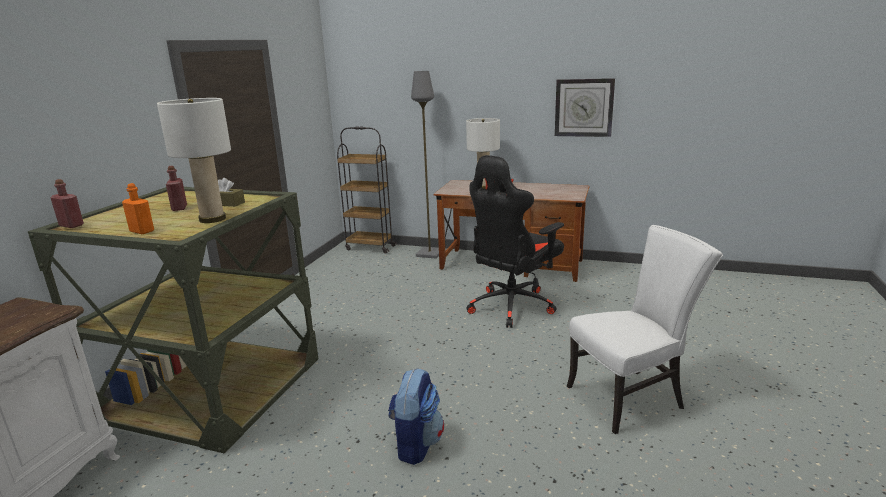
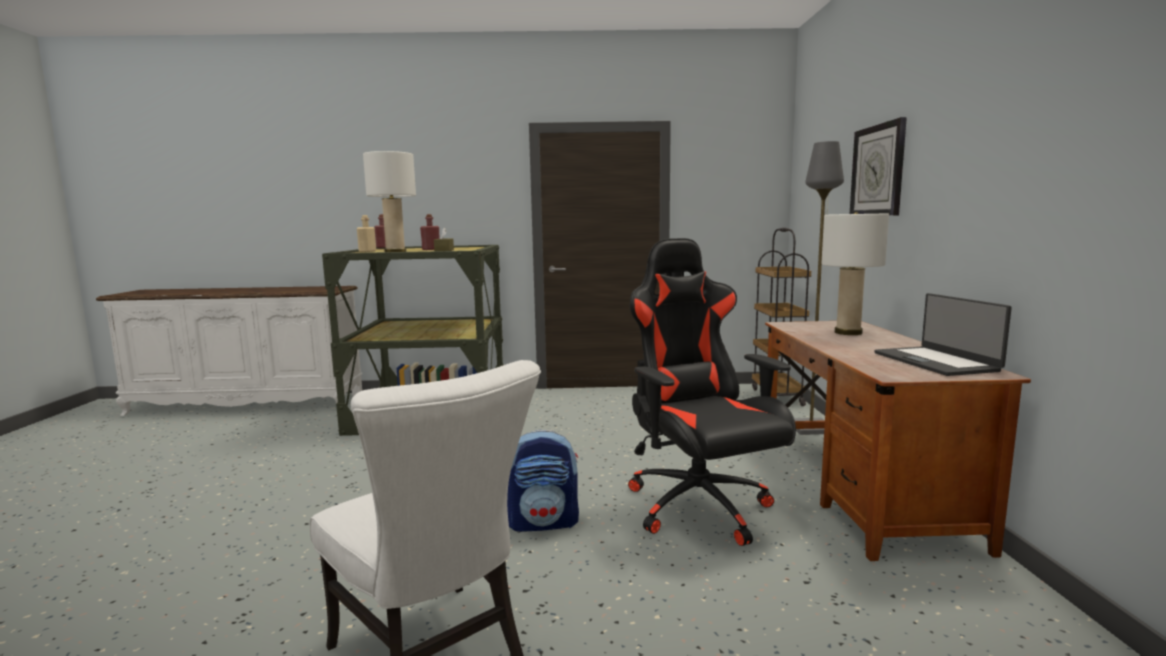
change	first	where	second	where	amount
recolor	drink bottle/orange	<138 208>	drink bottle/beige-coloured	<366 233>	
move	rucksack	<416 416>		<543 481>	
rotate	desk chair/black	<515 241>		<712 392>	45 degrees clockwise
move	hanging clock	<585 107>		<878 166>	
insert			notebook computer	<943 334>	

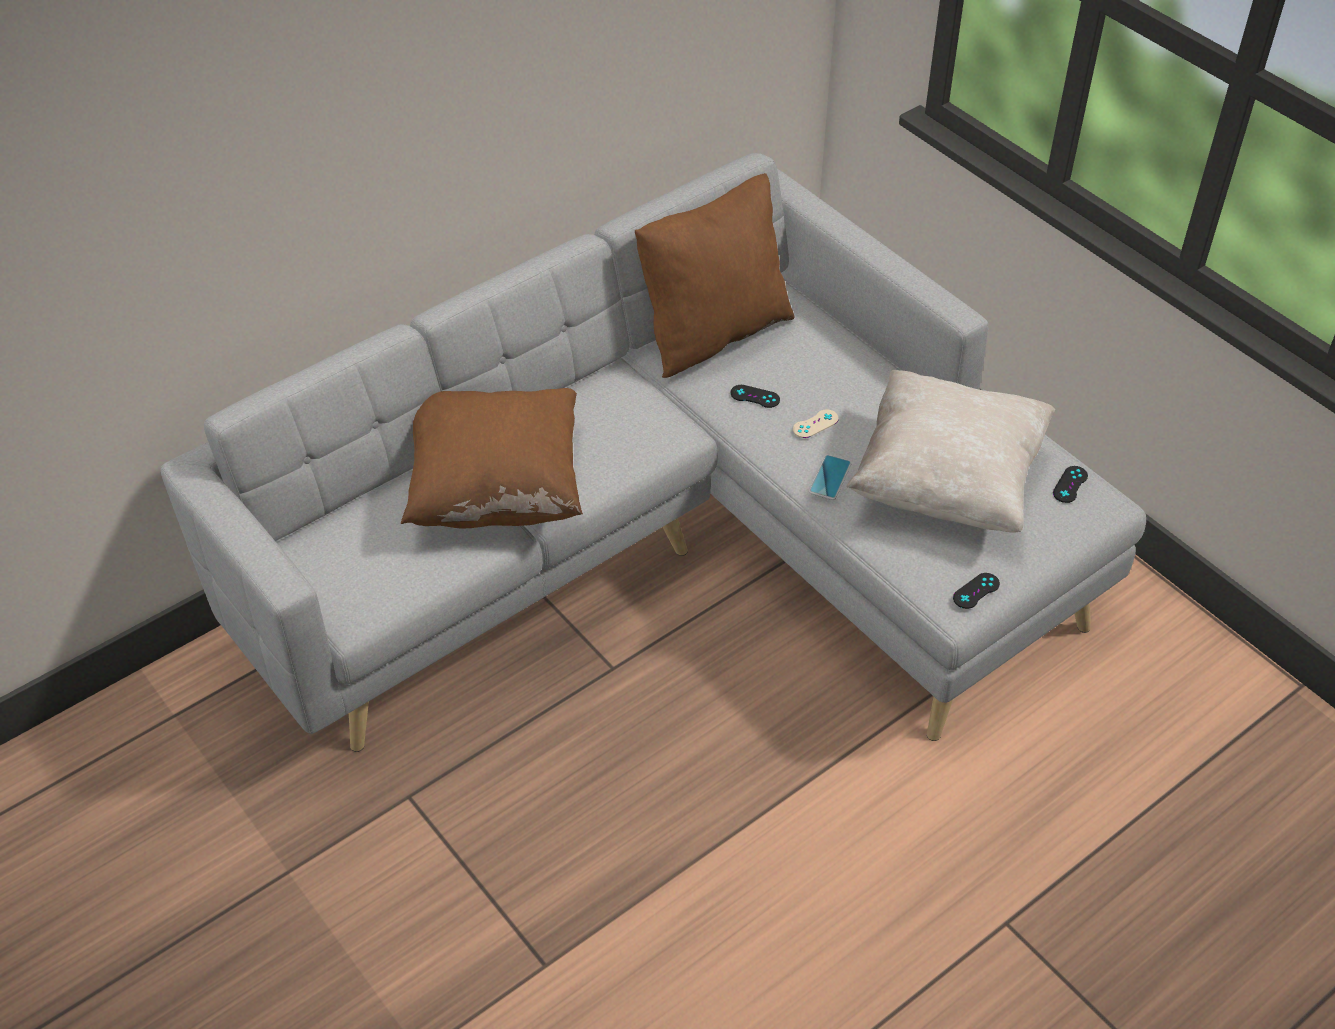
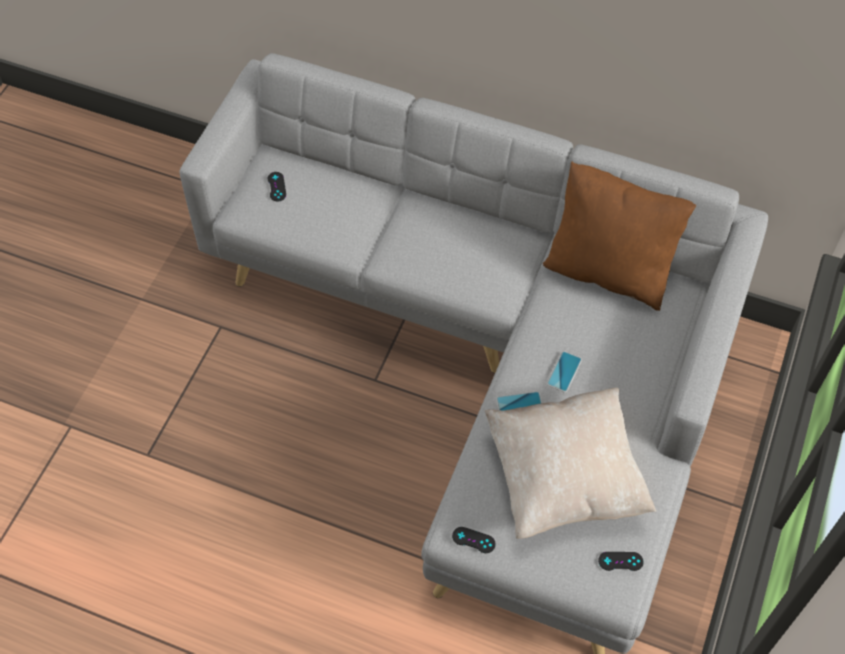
change	first	where	second	where	amount
move	joypad/black	<755 396>		<276 187>	
replace	joypad/beige-coloured	<816 424>	telephone	<564 372>	
delete	cushion/brown-coloured	<492 458>			

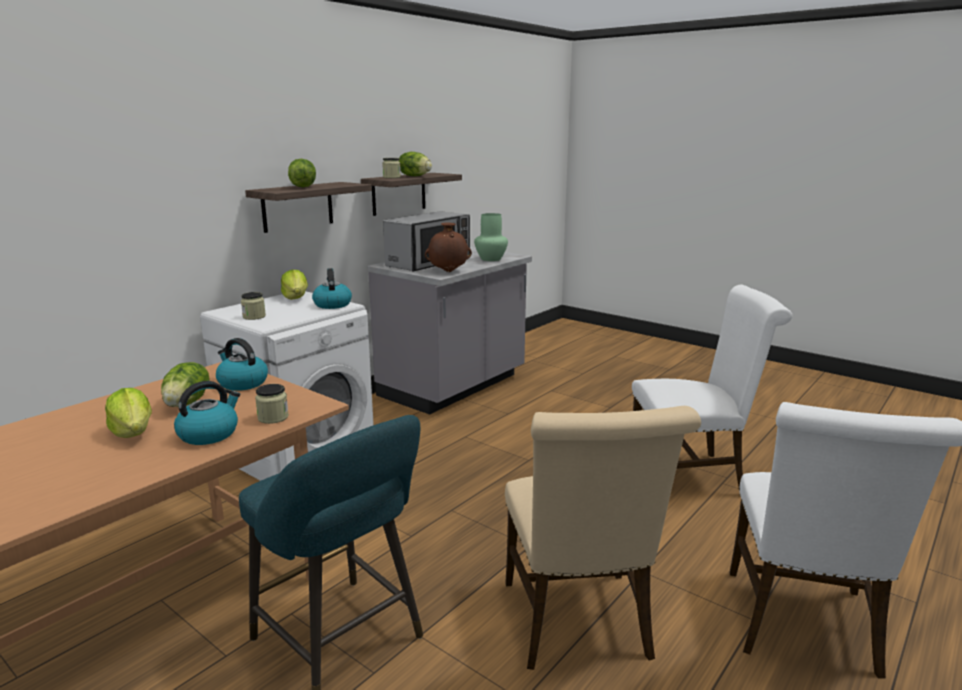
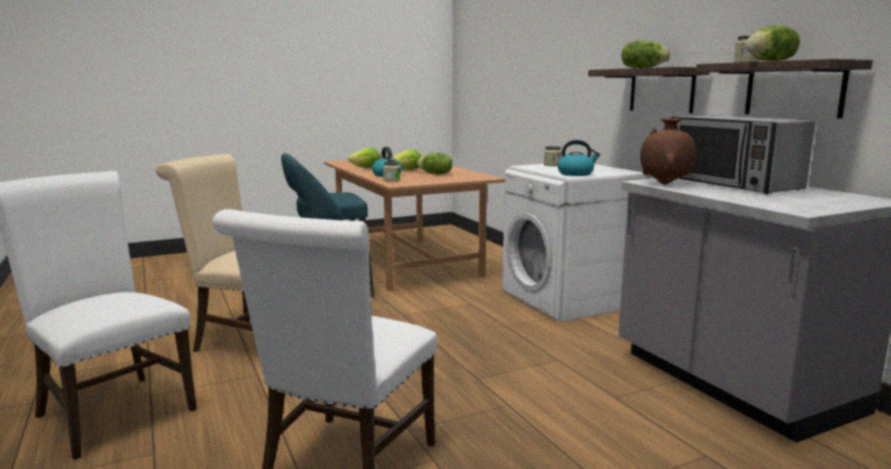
change	first	where	second	where	amount
move	lettuce	<294 285>		<364 158>	
delete	kettle	<242 364>			
delete	decorative vase/green-coloured	<491 237>			

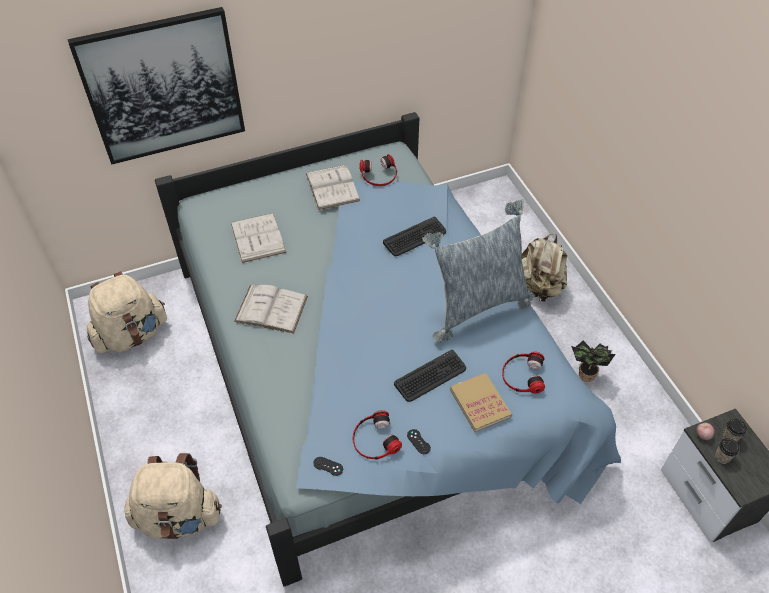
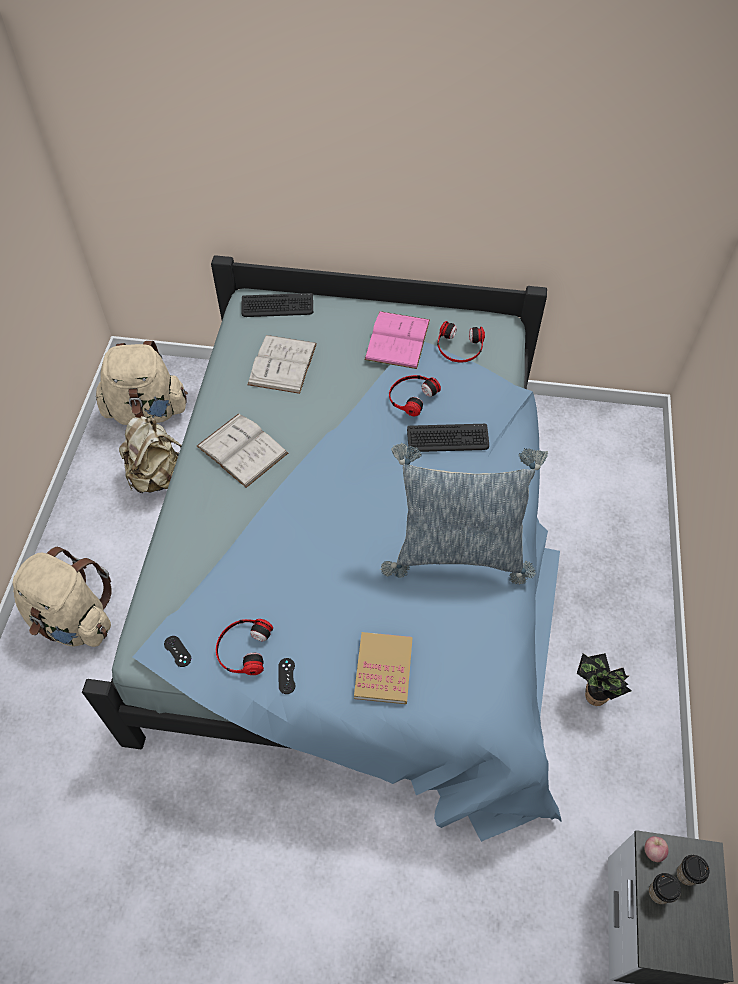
change	first	where	second	where	amount
move	rucksack/beige-coloured	<544 267>		<150 455>	
move	PC keyboard	<430 376>		<277 305>	
recolor	book/whitish	<333 187>	book/pink	<397 340>	
move	headset	<523 373>		<415 395>	
delete	picture	<156 86>			

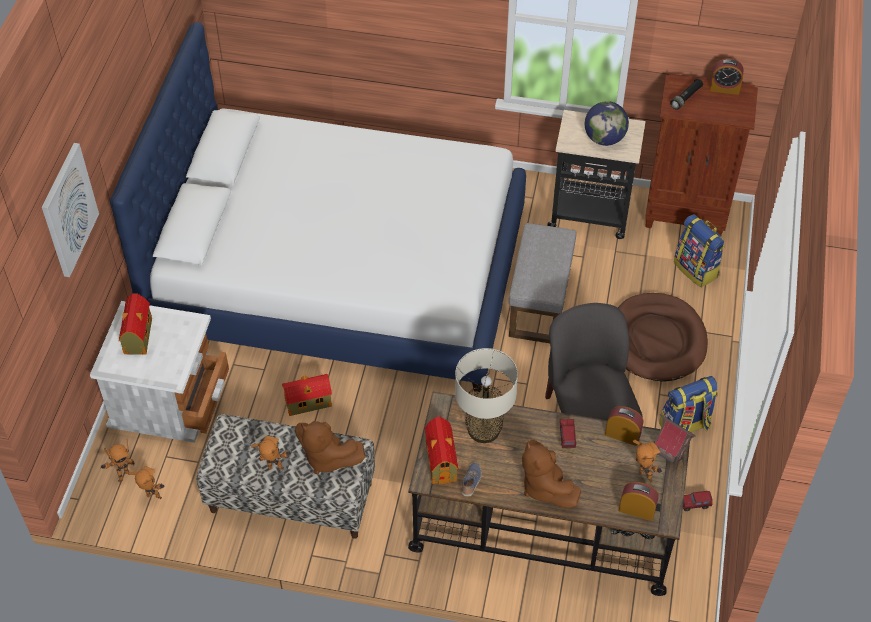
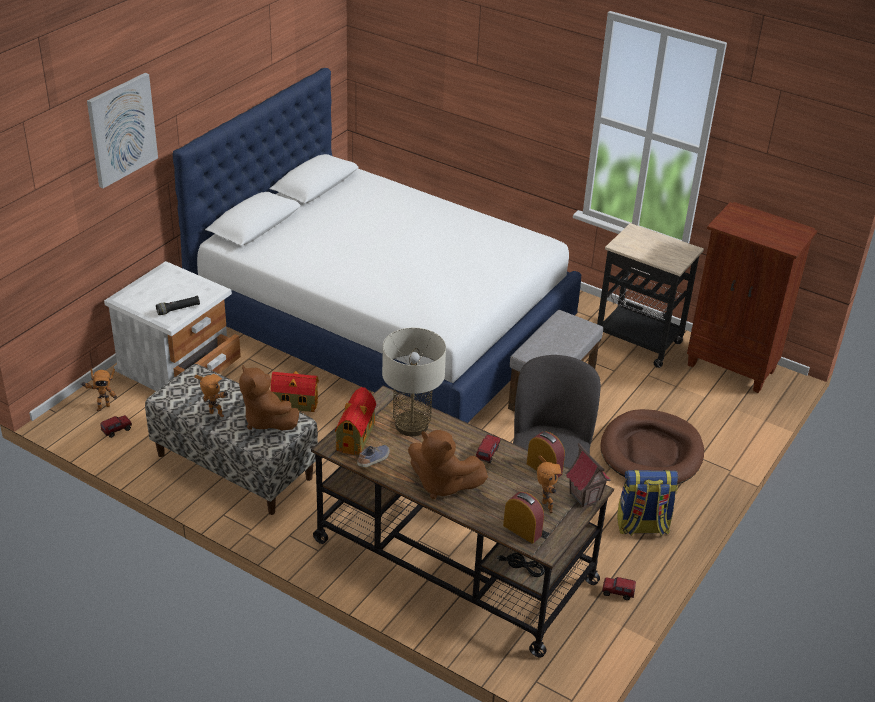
change	first	where	second	where	amount
replace	robot figure	<146 482>	model truck	<116 426>	
move	hand torch/black	<686 94>		<178 305>	
rotate	cuddly toy/brown-coloured	<551 474>		<448 464>	60 degrees counterclockwise
delete	toy house	<135 324>			
delete	world globe	<607 123>			
delete	rucksack	<699 250>			
delete	table clock	<726 76>			

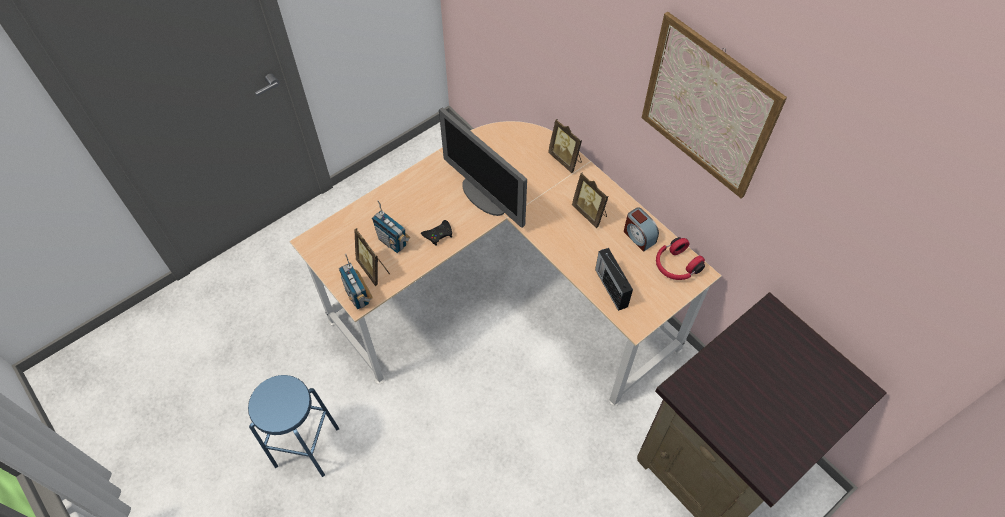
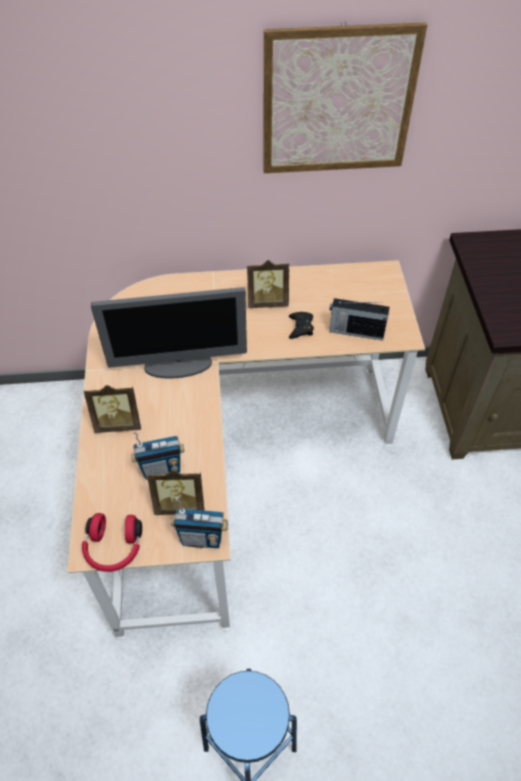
change	first	where	second	where	amount
move	headset/reddish	<680 258>		<112 542>	
move	standing frame	<565 146>		<112 409>	
move	joypad/black	<436 233>		<301 325>	
delete	table clock	<641 229>			

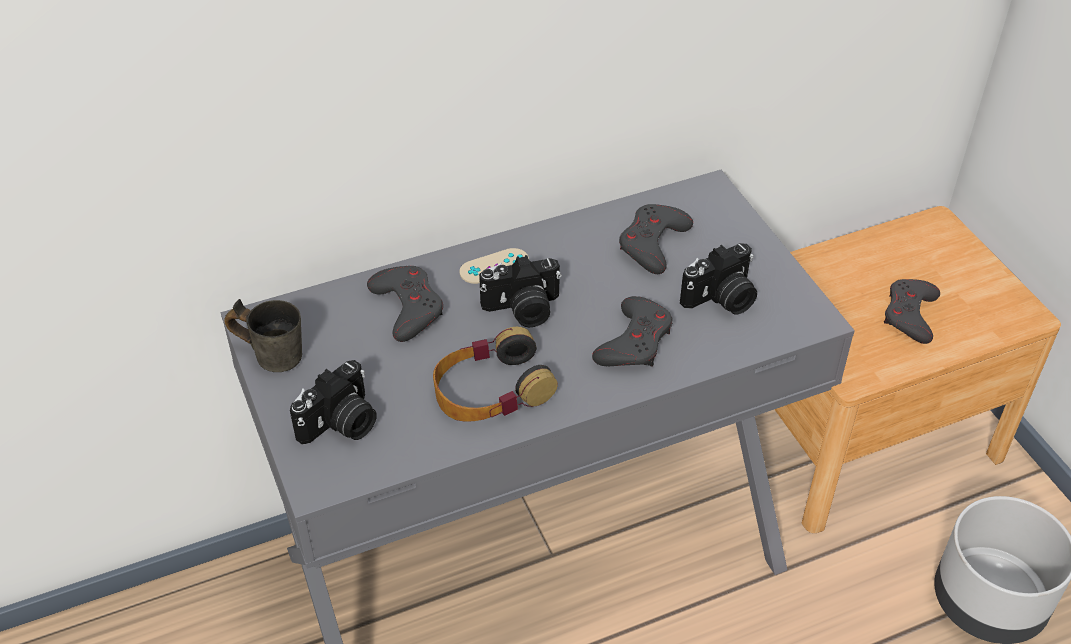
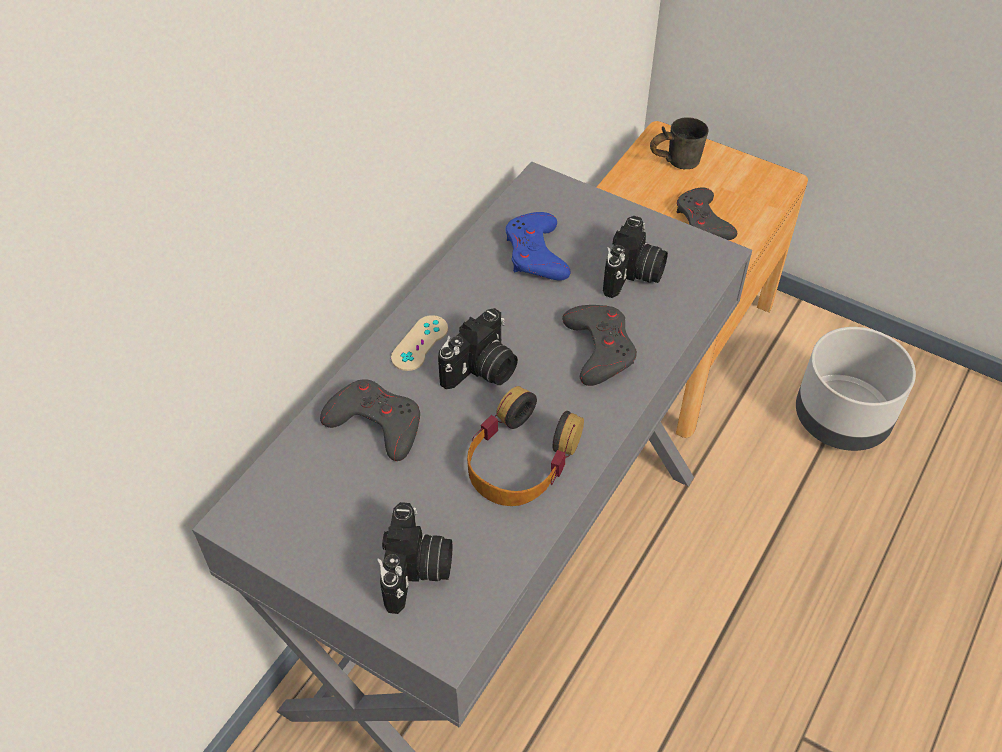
change	first	where	second	where	amount
recolor	joypad/grey	<656 239>	joypad/bluish	<538 246>	
move	tea mug/grey	<263 335>		<679 143>	

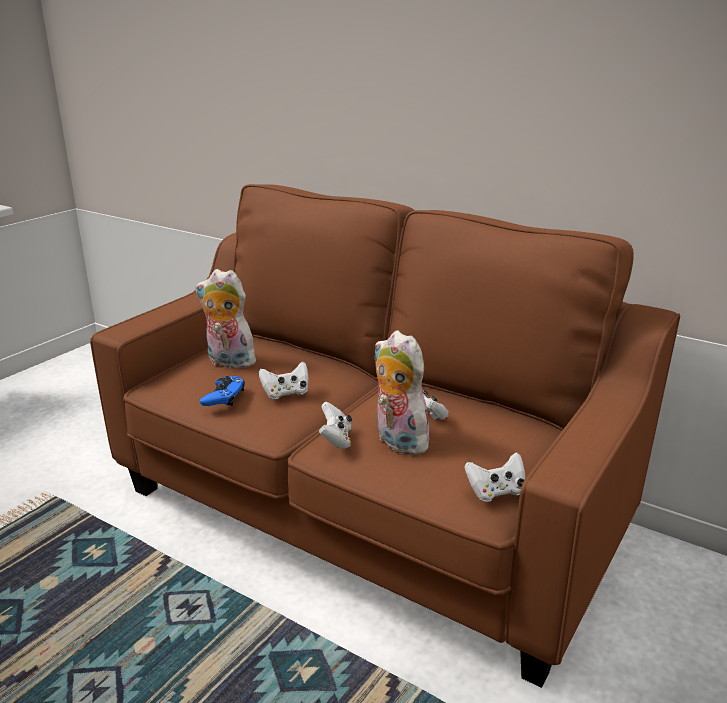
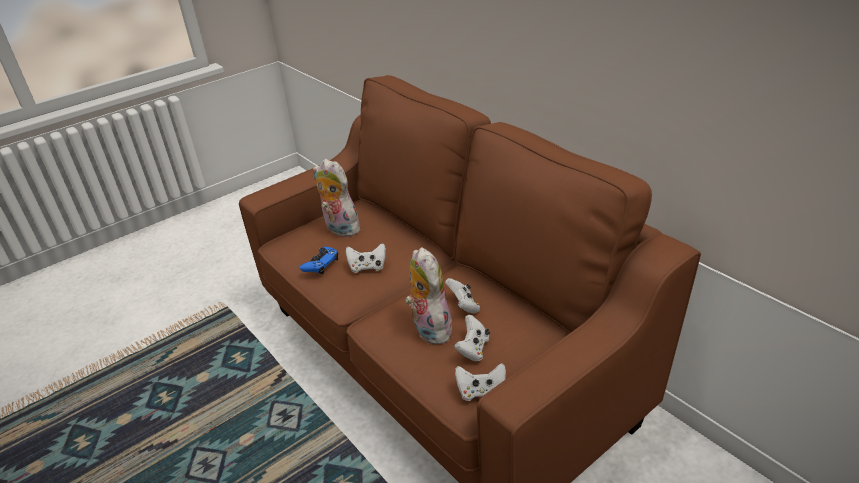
change	first	where	second	where	amount
move	joypad/whitish	<335 425>		<472 338>	

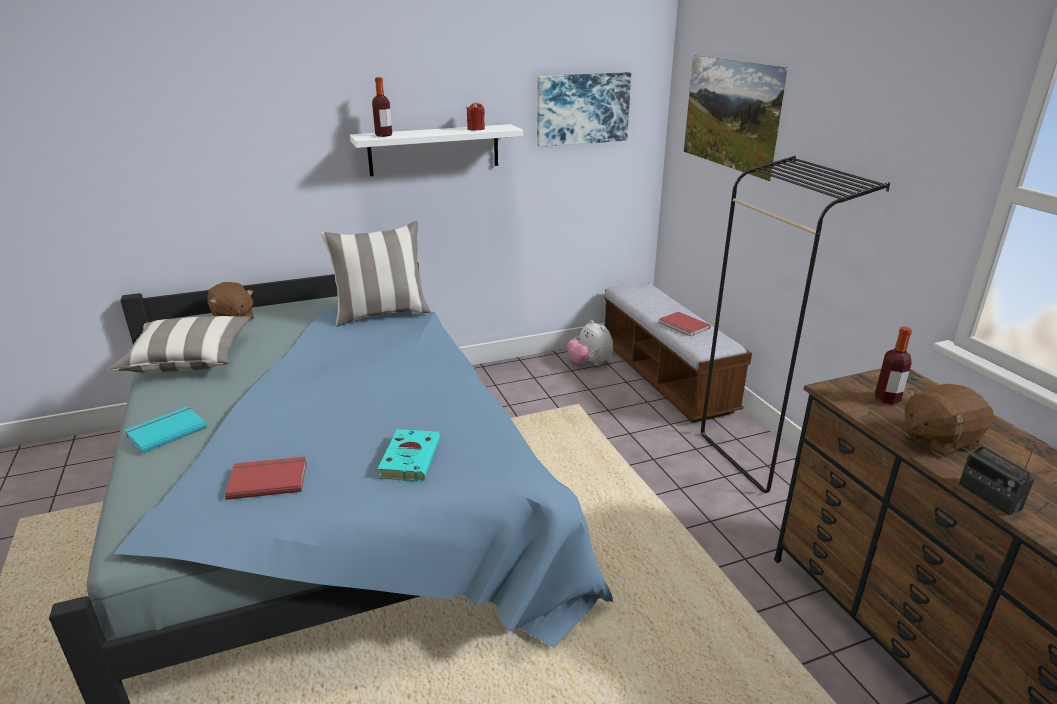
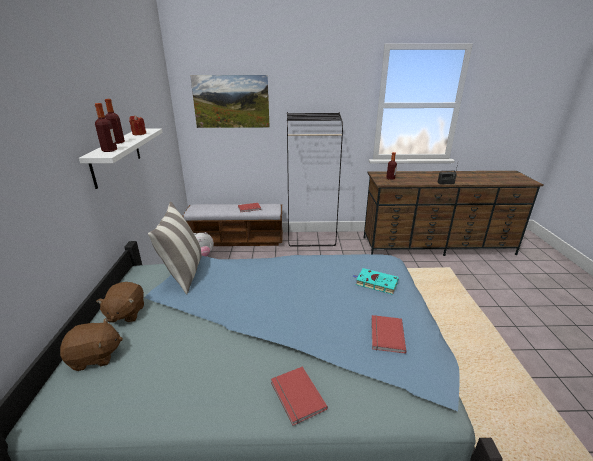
change	first	where	second	where	amount
move	cuddly toy/brown-coloured	<948 420>		<120 302>	
insert			drink bottle	<115 121>	
recolor	book/blue-green	<165 429>	book/reddish	<299 396>	
delete	cushion	<179 344>			
delete	picture	<584 109>			

